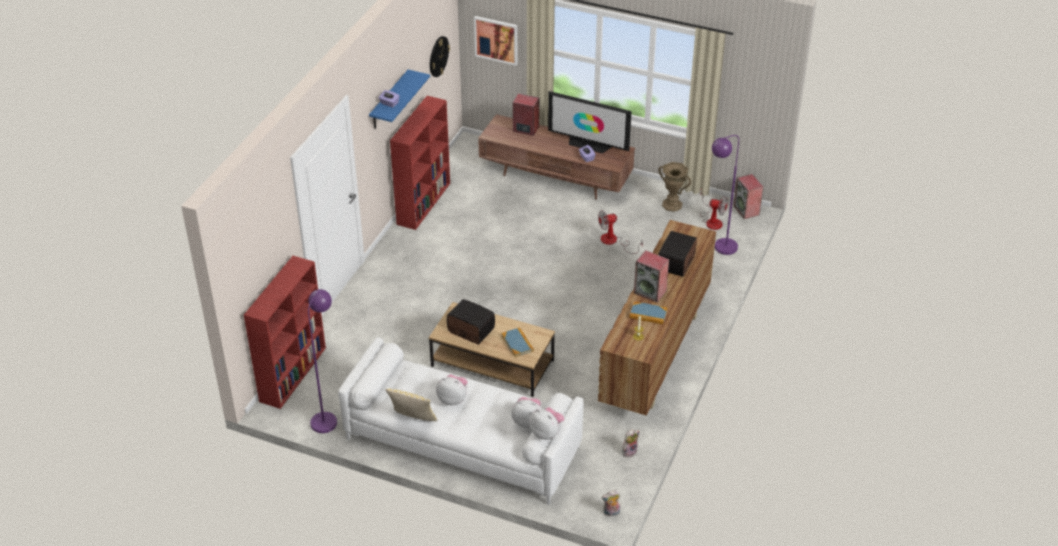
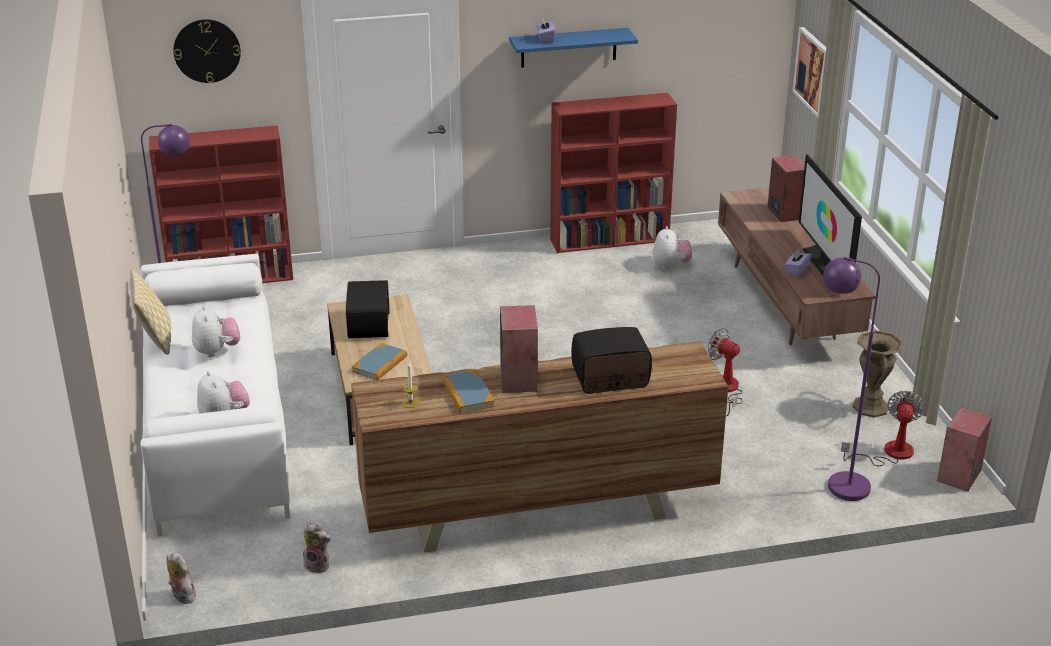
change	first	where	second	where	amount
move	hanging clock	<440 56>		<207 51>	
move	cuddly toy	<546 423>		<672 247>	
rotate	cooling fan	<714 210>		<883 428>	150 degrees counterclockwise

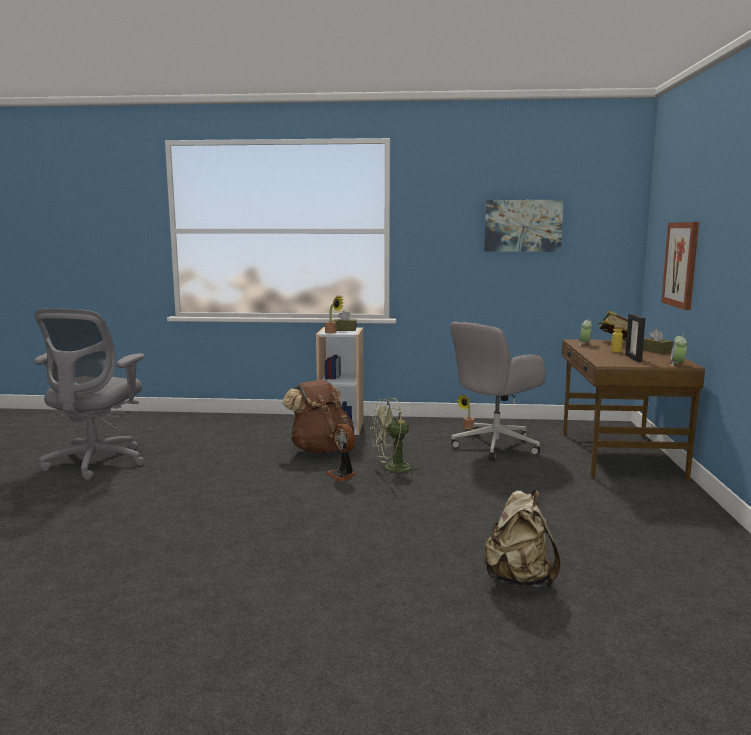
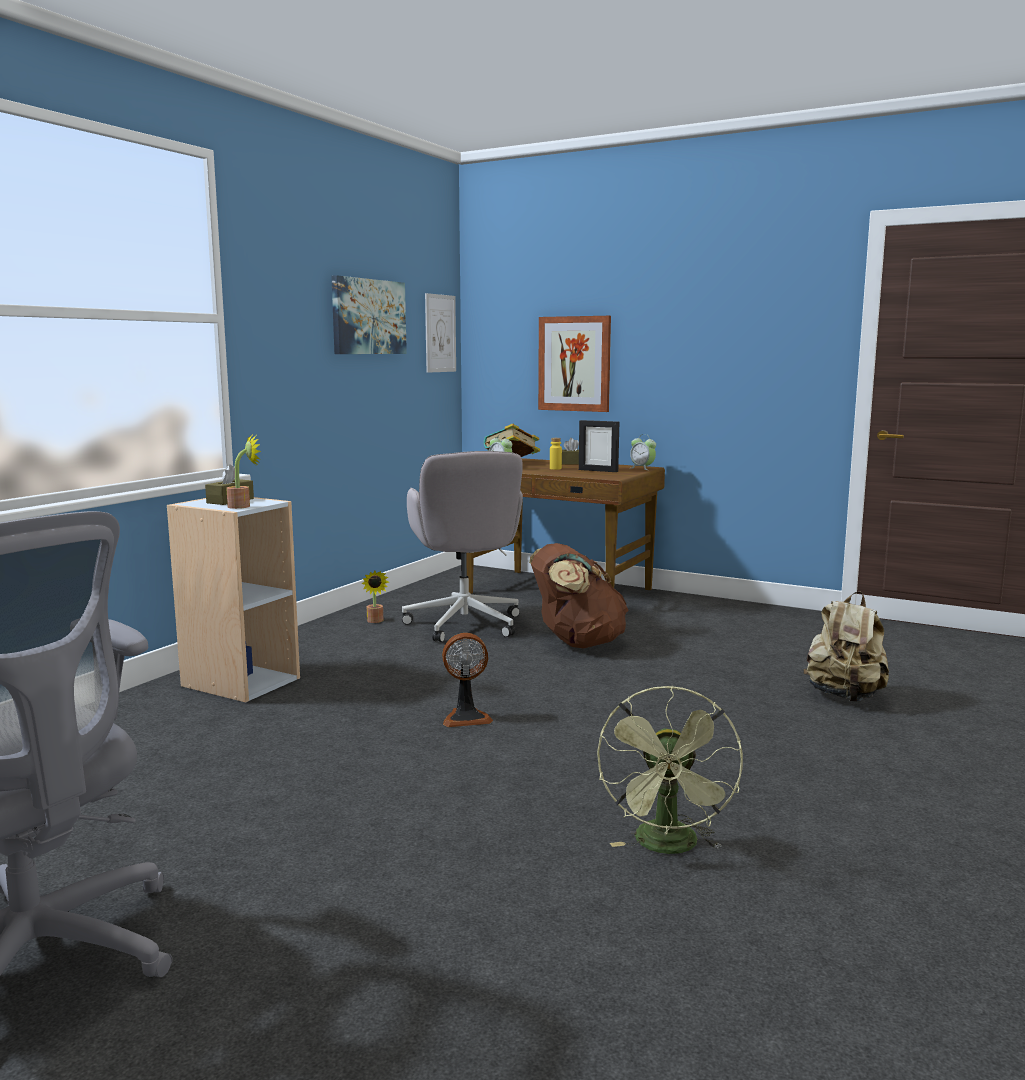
change	first	where	second	where	amount
insert			picture	<440 333>	
move	rucksack/brown-coloured	<319 416>		<579 595>	
move	cooling fan/green-coloured	<395 437>		<670 769>	

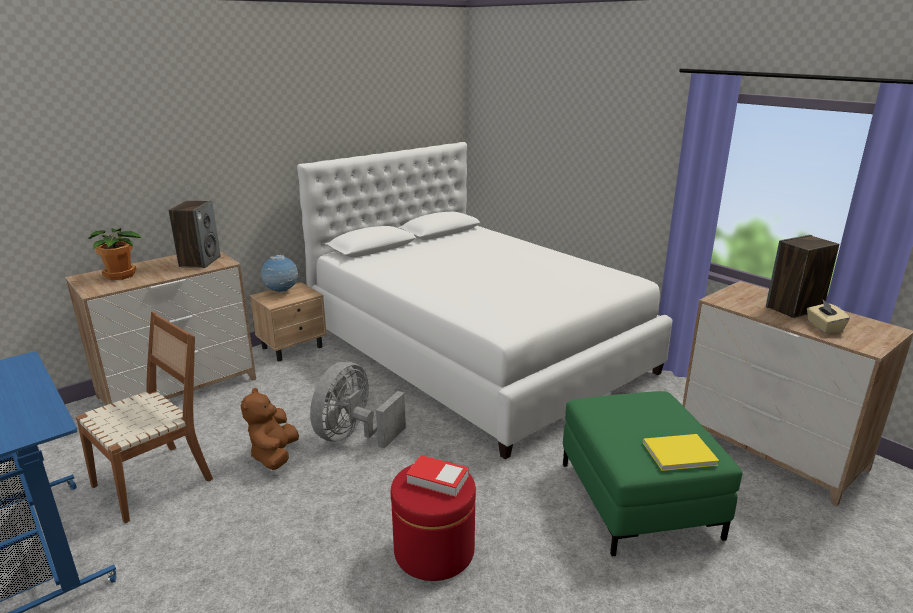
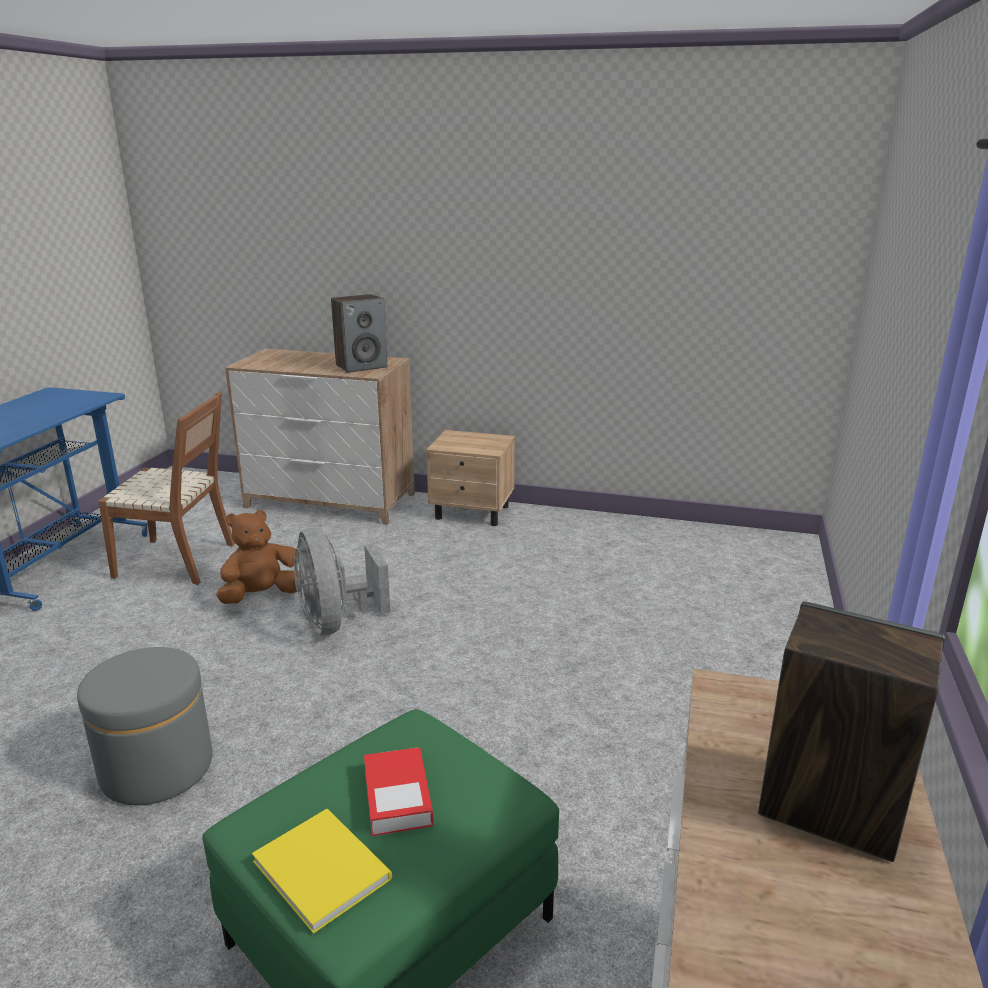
change	first	where	second	where	amount
recolor	pouffe/reddish	<433 521>	pouffe/grey	<144 726>	
rotate	cooling fan/grey	<358 405>		<342 581>	105 degrees counterclockwise
move	book	<437 476>		<398 791>	
delete	plant in a pot	<116 254>			
delete	world globe	<279 274>			
delete	bedroom bed/whitish	<485 300>			
delete	tissue holder/beige-coloured	<828 317>			

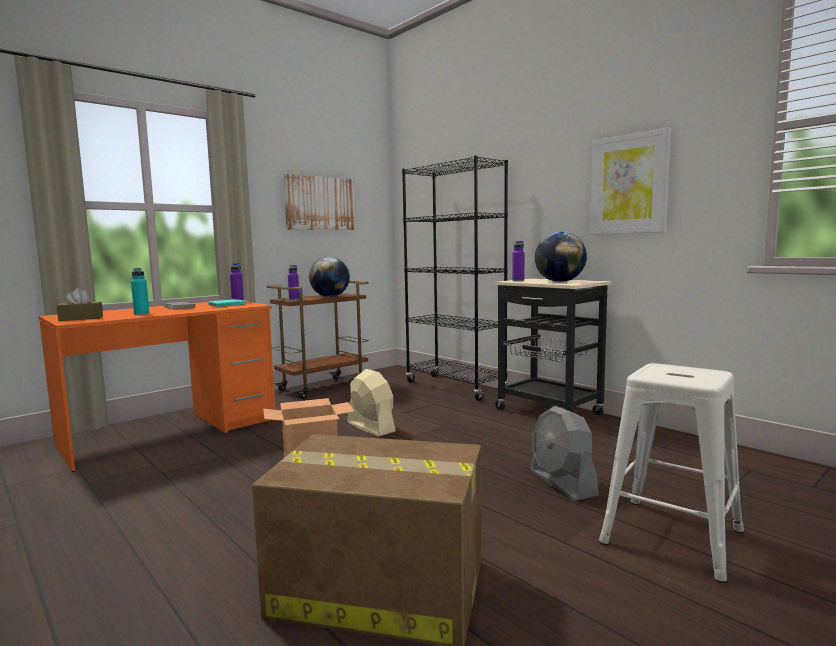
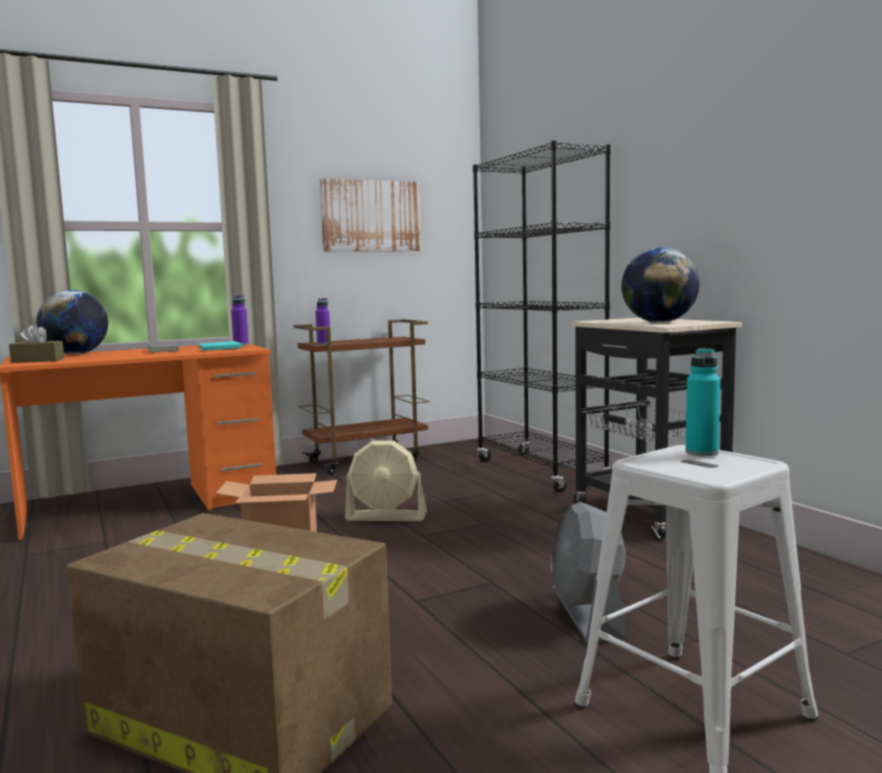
change	first	where	second	where	amount
move	world globe	<329 277>		<72 322>	
rotate	cooling fan/beige-coloured	<371 402>		<386 480>	120 degrees clockwise
move	drink bottle/blue-green	<140 291>		<702 402>	
delete	drink bottle/purple	<518 261>			
delete	picture	<630 180>			

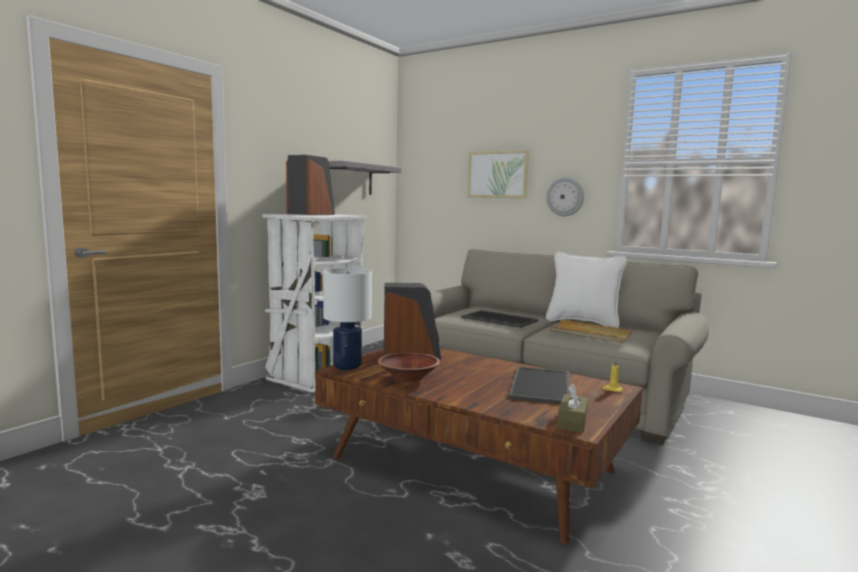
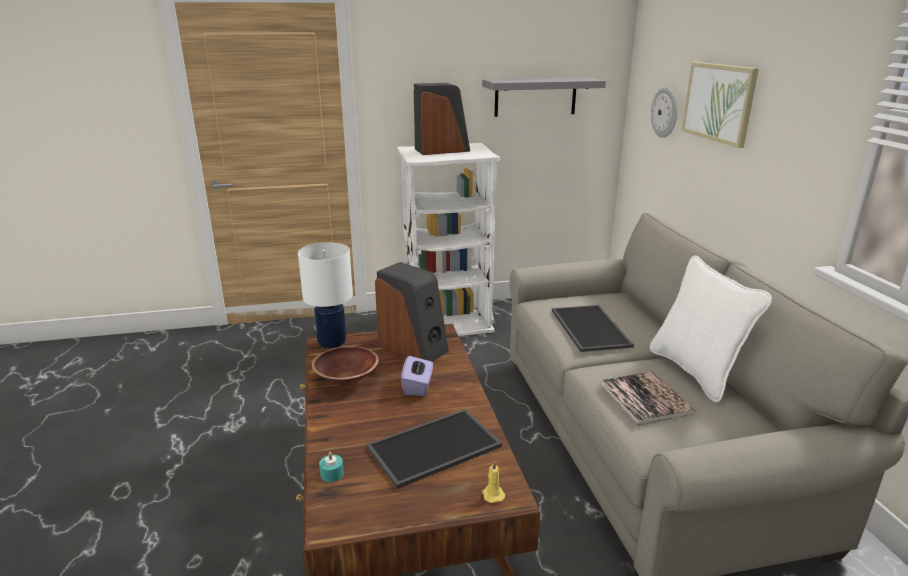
change	first	where	second	where	amount
insert			candle/blue-green	<331 467>	
insert			tissue holder/purple	<417 376>	
replace	tray/beige-coloured	<591 331>	book	<648 398>	
move	hanging clock	<565 196>		<664 112>	
delete	tissue holder/brown-coloured	<572 408>			

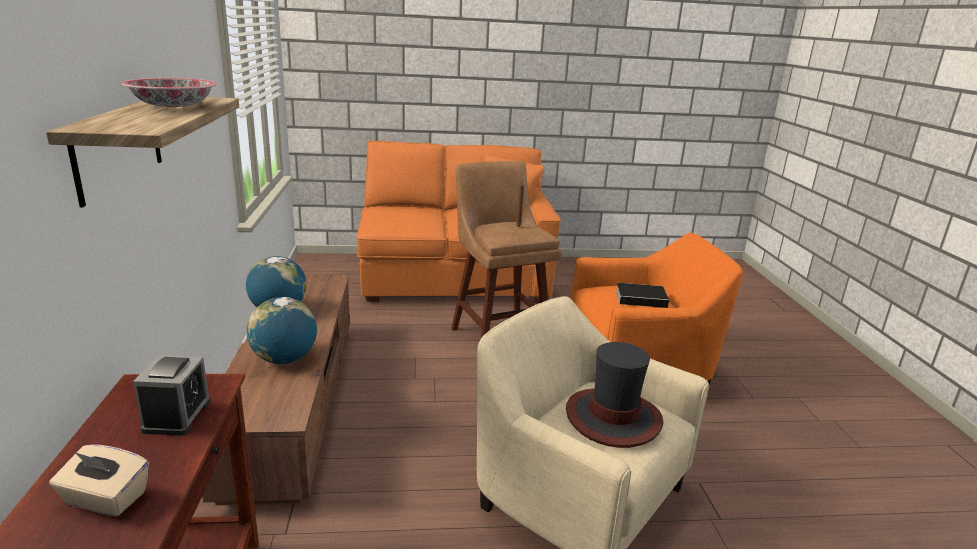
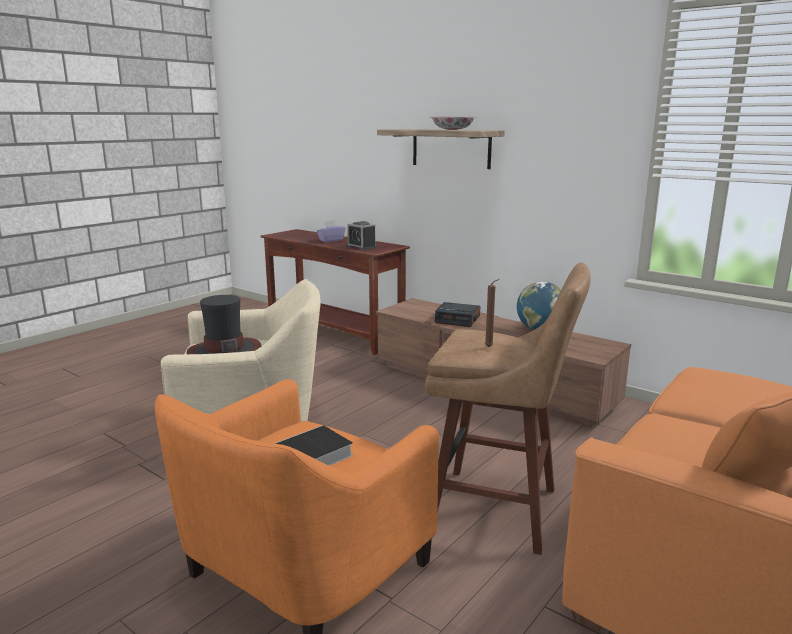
change	first	where	second	where	amount
recolor	tissue holder/beige-coloured	<99 480>	tissue holder/purple	<331 231>	
replace	world globe	<282 330>	table clock	<457 314>	

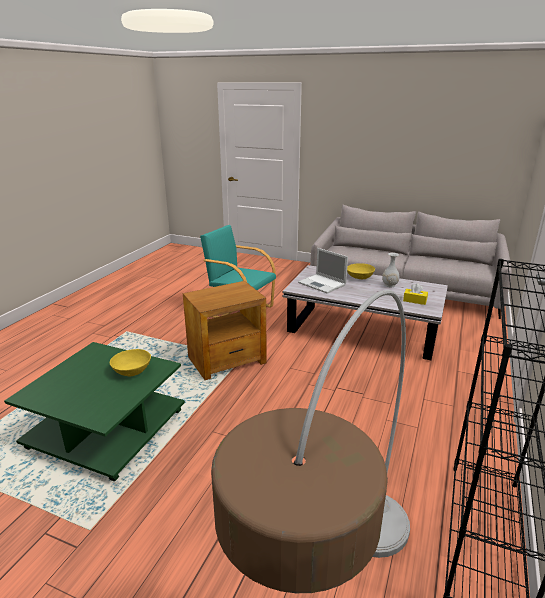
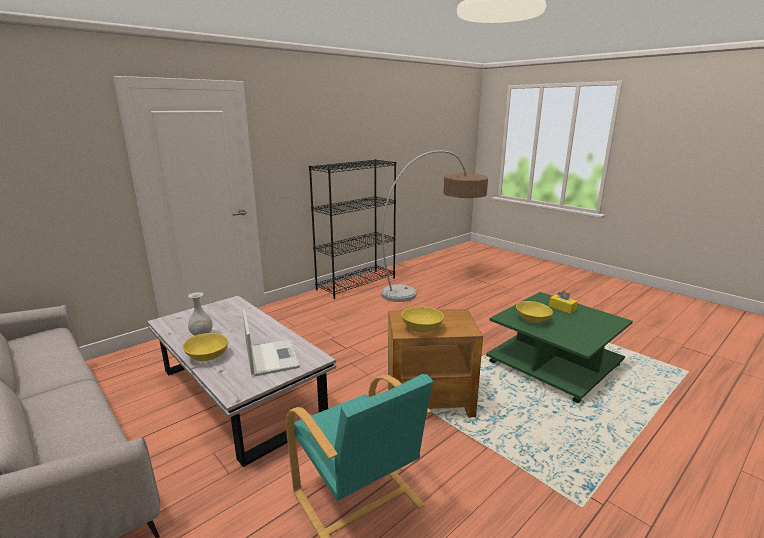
change	first	where	second	where	amount
insert			serving bowl/yellow	<422 319>	
move	tissue holder/yellow	<415 294>		<563 302>	

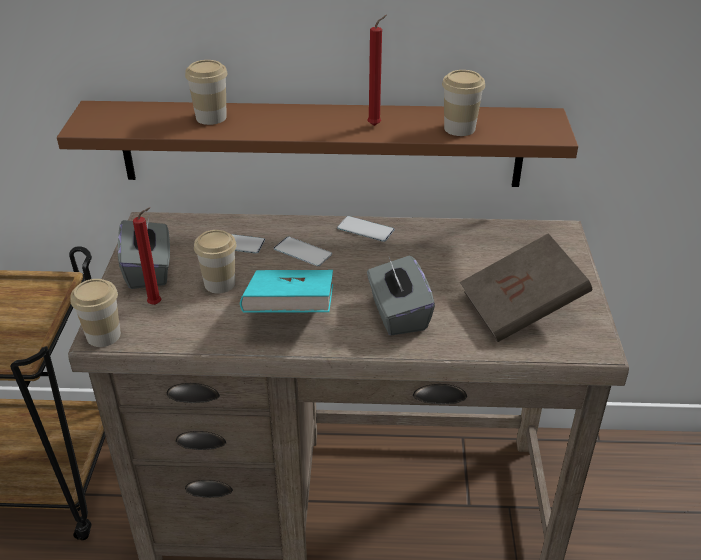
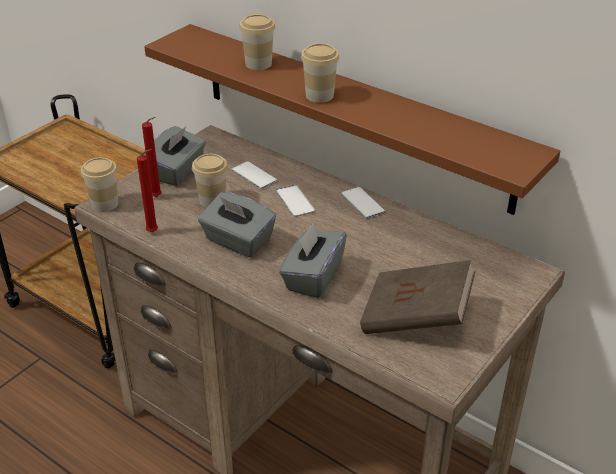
change	first	where	second	where	amount
move	candle/reddish	<377 70>		<147 190>	
replace	book/blue-green	<286 291>	tissue holder/grey	<237 224>	
move	cup	<463 103>		<320 73>	

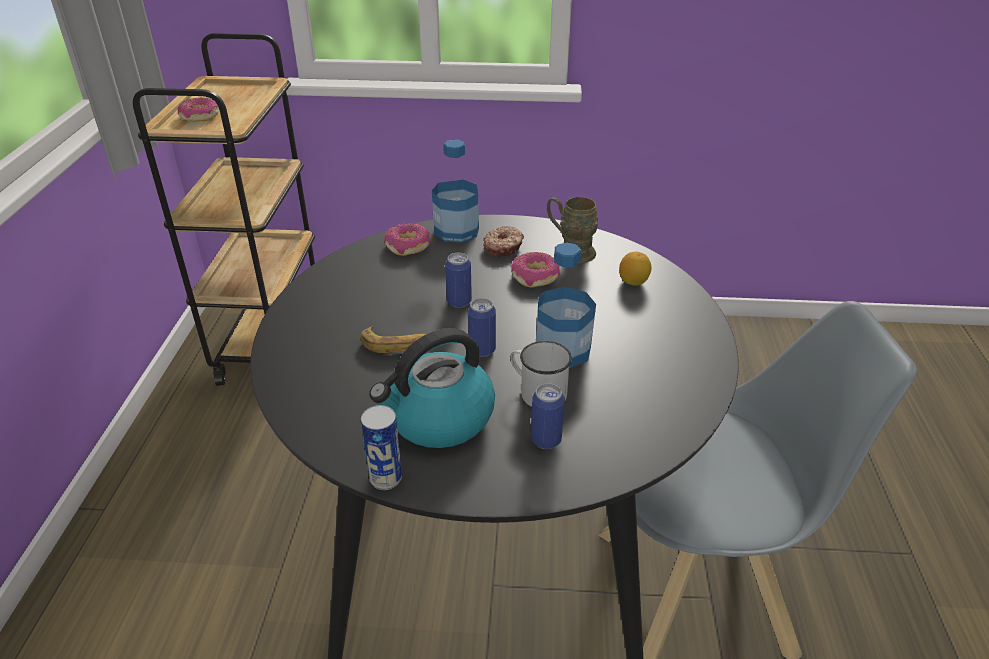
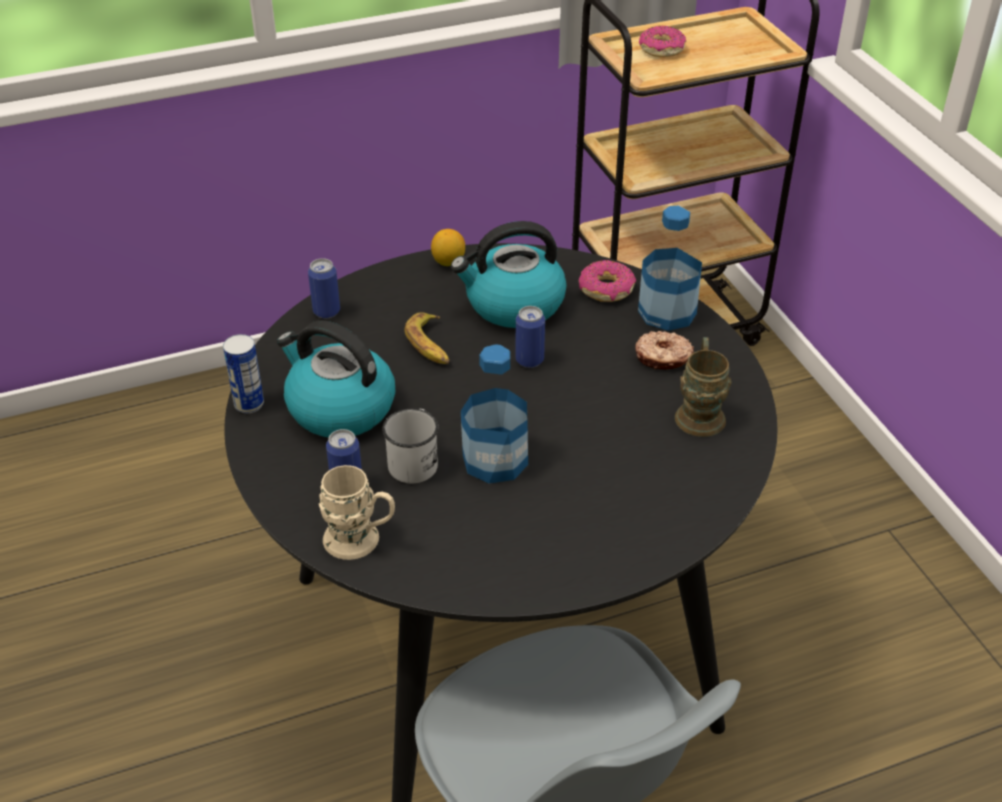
change	first	where	second	where	amount
move	can	<482 327>		<324 288>	
insert			tea mug/beige-coloured	<357 512>	
move	citrus fruit	<635 269>		<448 247>	
insert			kettle	<509 274>	
delete	doughnut	<535 270>			

